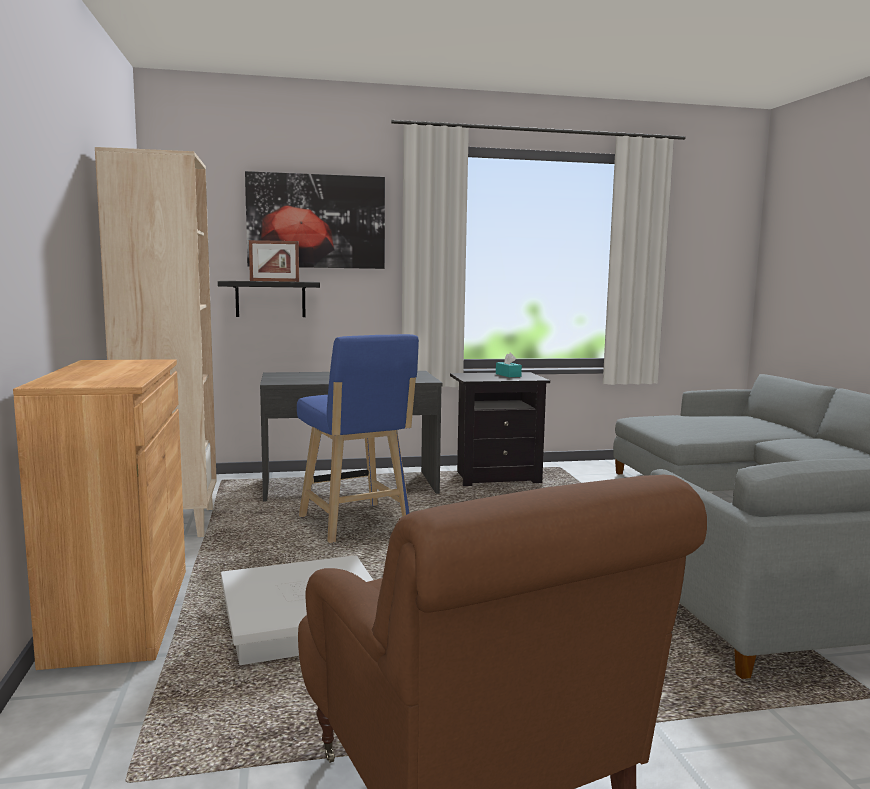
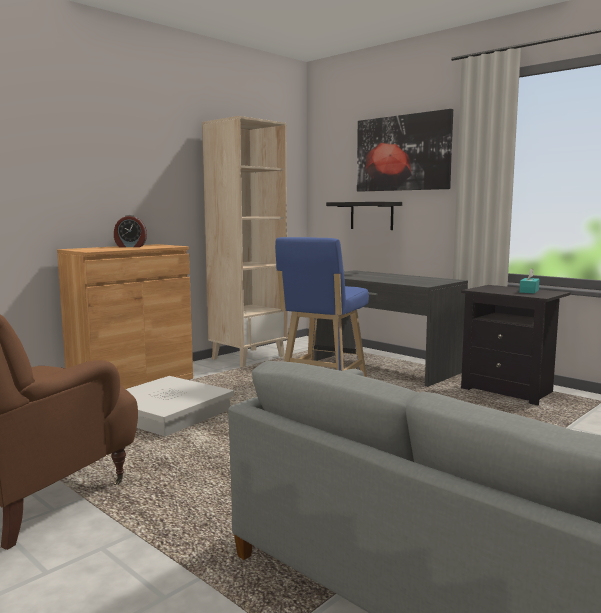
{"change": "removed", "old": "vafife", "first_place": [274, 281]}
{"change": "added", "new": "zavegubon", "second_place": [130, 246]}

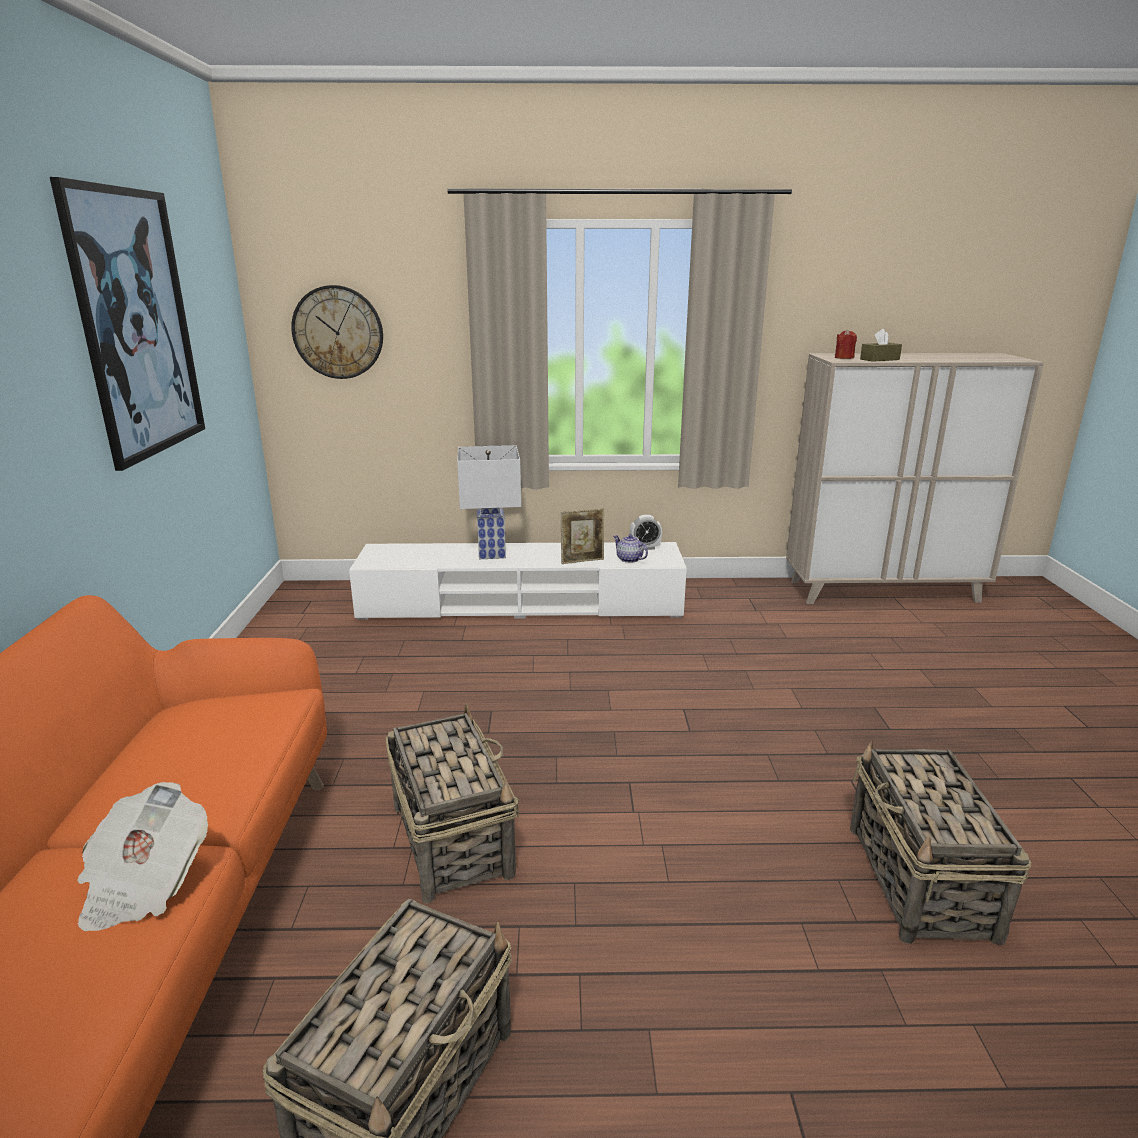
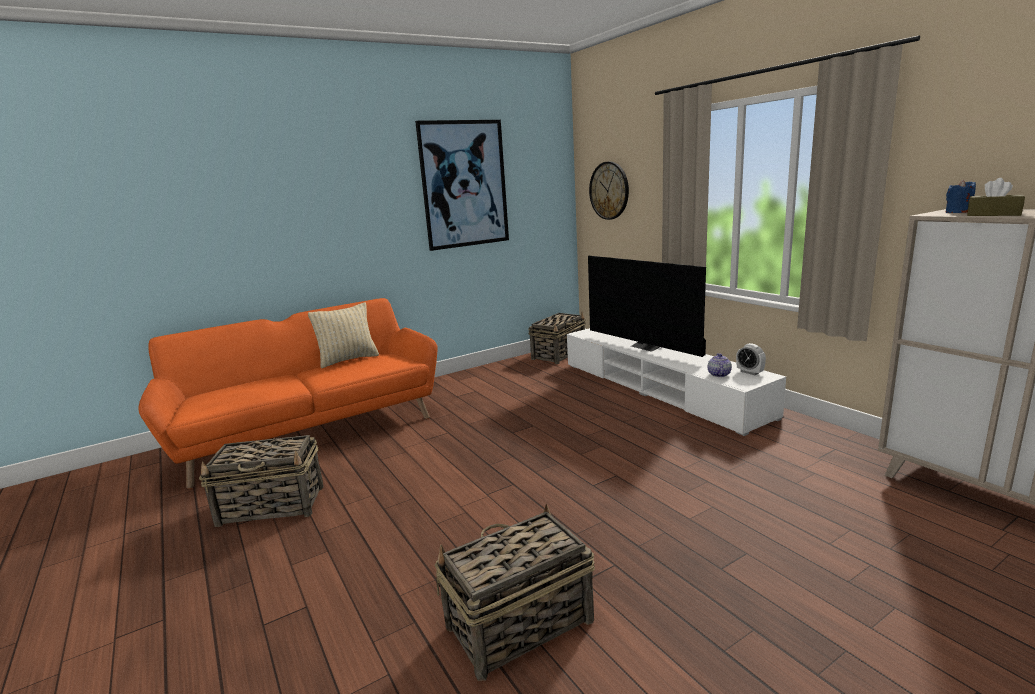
{"change": "removed", "old": "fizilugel", "first_place": [144, 883]}
{"change": "removed", "old": "vafife", "first_place": [582, 561]}
{"change": "added", "new": "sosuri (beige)", "second_place": [348, 360]}
{"change": "moved", "old": "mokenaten", "first_place": [451, 838], "second_place": [559, 354]}
{"change": "replaced", "old": "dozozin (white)", "new": "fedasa", "first_place": [492, 554], "second_place": [647, 346]}
{"change": "recoloured", "old": "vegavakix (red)", "new": "vegavakix (blue)", "first_place": [844, 357], "second_place": [958, 212]}

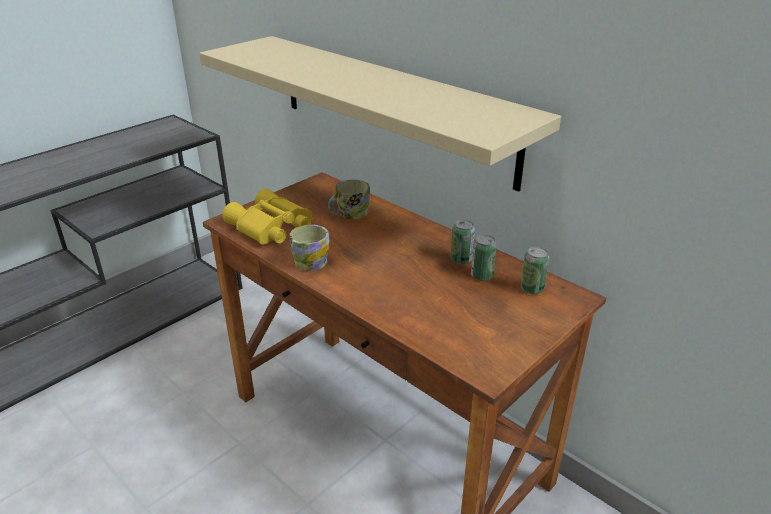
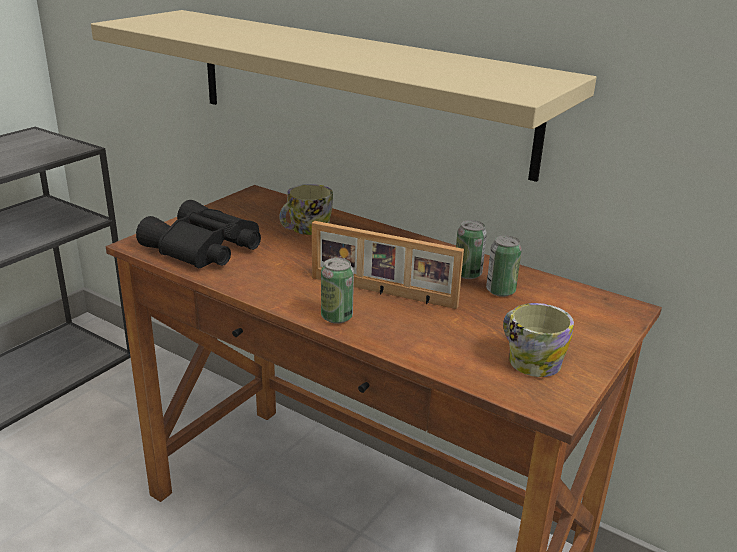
{"change": "added", "new": "vafife", "second_place": [382, 292]}
{"change": "moved", "old": "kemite", "first_place": [309, 260], "second_place": [528, 359]}
{"change": "moved", "old": "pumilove", "first_place": [532, 289], "second_place": [336, 317]}
{"change": "recoloured", "old": "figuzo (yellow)", "new": "figuzo (black)", "first_place": [270, 228], "second_place": [203, 249]}

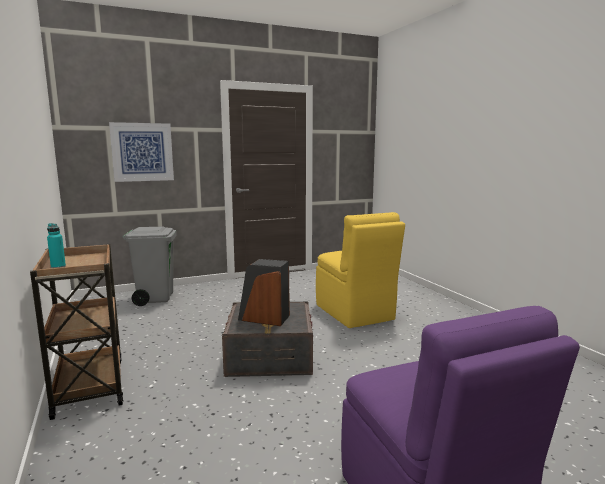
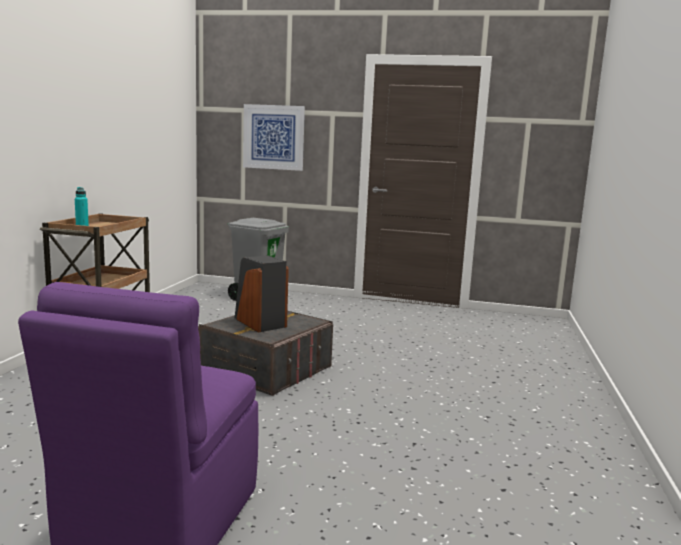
{"change": "removed", "old": "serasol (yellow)", "first_place": [355, 313]}

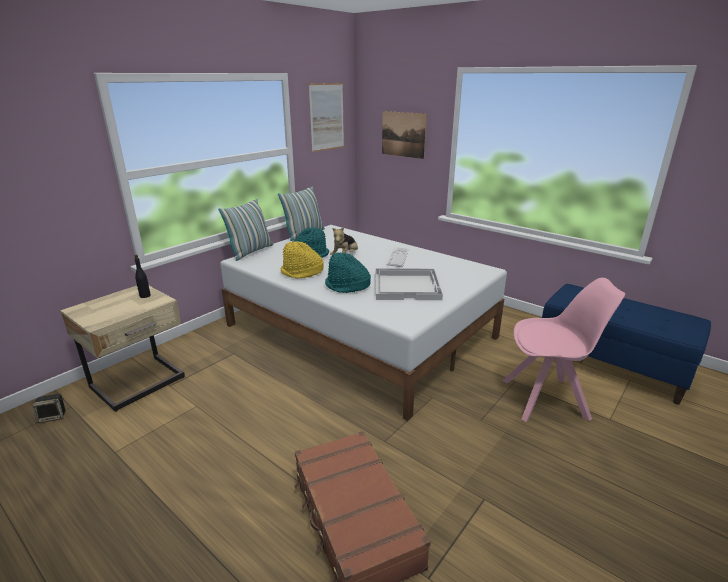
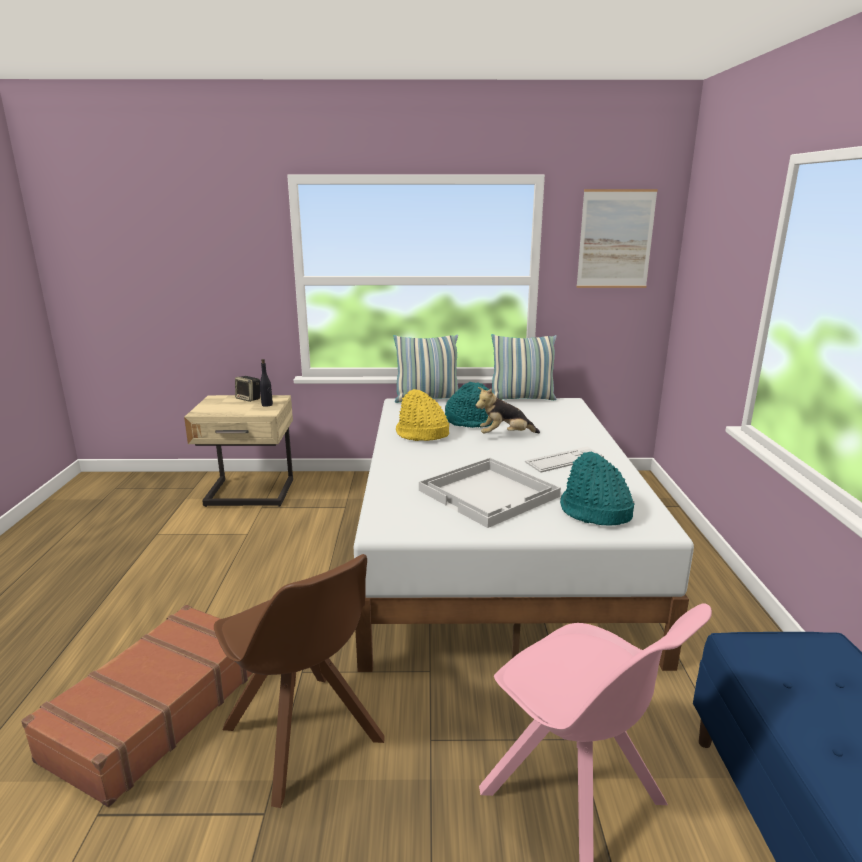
{"change": "removed", "old": "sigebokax", "first_place": [403, 134]}
{"change": "added", "new": "serasol (brown)", "second_place": [305, 737]}
{"change": "moved", "old": "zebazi", "first_place": [53, 416], "second_place": [249, 399]}
{"change": "moved", "old": "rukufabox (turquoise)", "first_place": [347, 286], "second_place": [594, 512]}

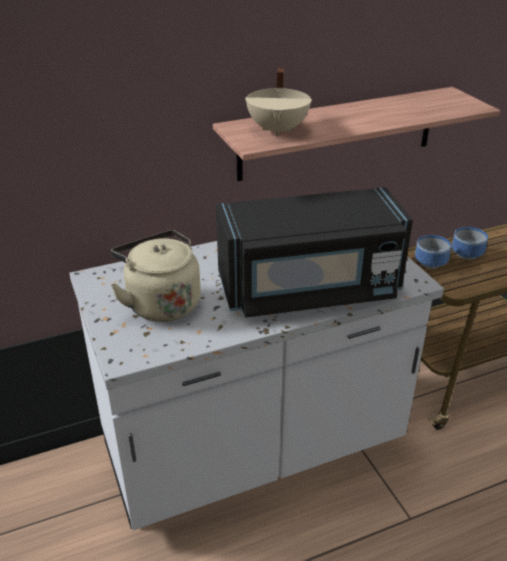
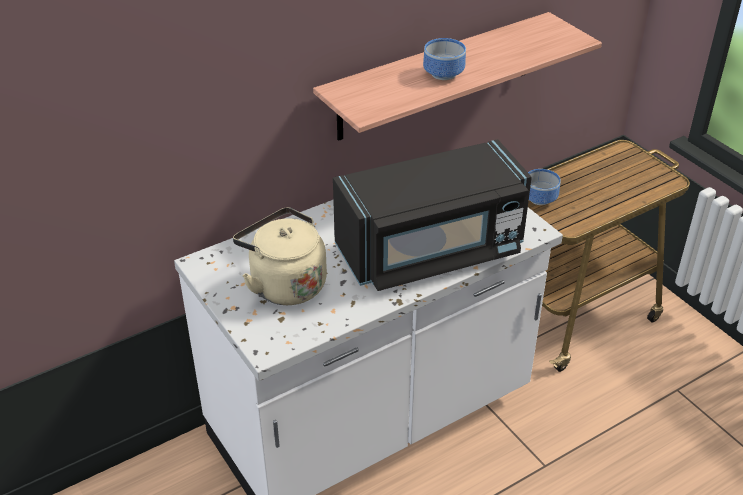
{"change": "removed", "old": "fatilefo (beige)", "first_place": [279, 130]}
{"change": "moved", "old": "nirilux", "first_place": [465, 254], "second_place": [441, 74]}

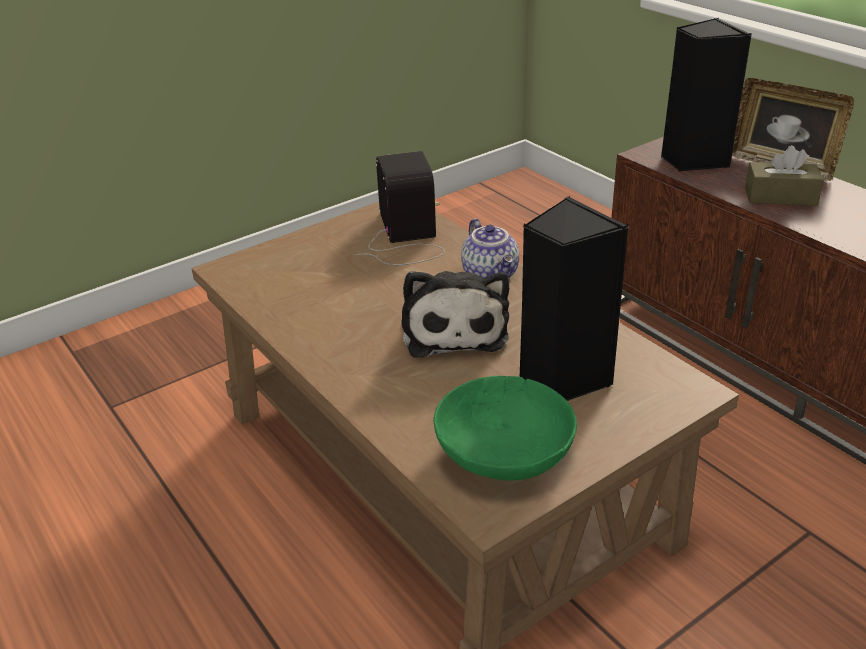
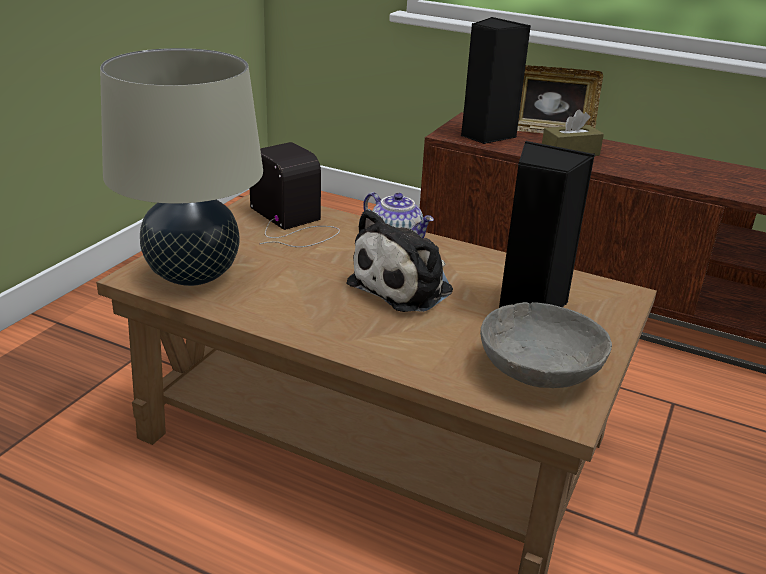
{"change": "added", "new": "dozozin (beige)", "second_place": [193, 274]}
{"change": "recoloured", "old": "nirilux (green)", "new": "nirilux (grey)", "first_place": [504, 454], "second_place": [538, 371]}
{"change": "turned", "old": "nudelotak", "first_place": [454, 329], "second_place": [405, 286], "degrees": 75}

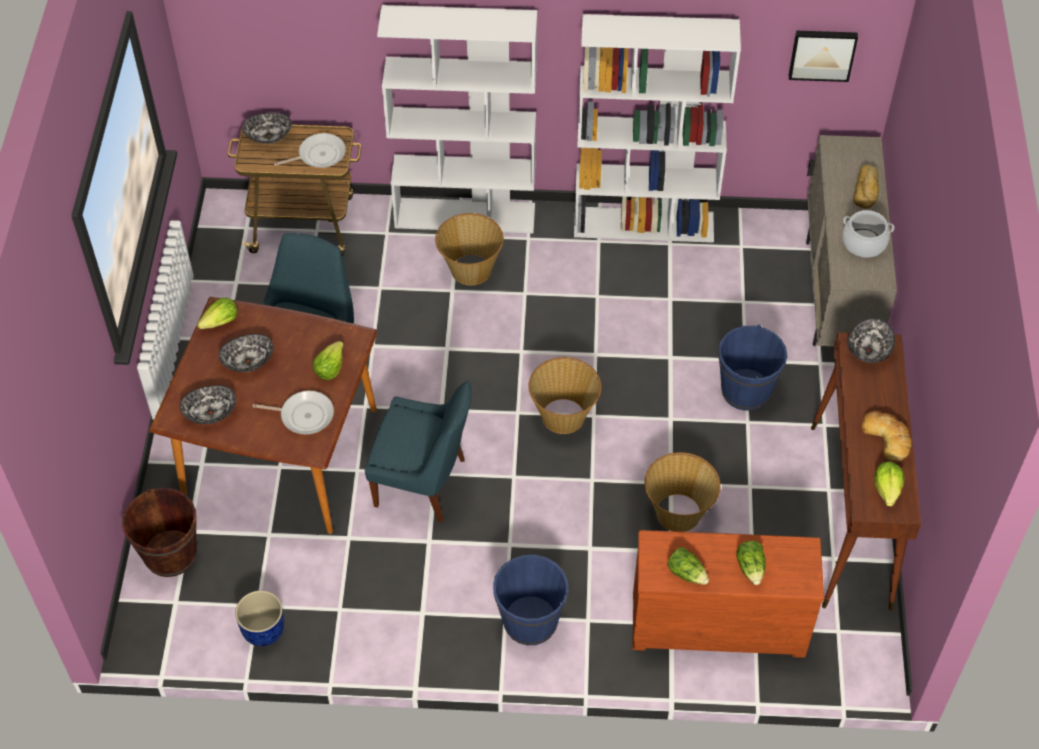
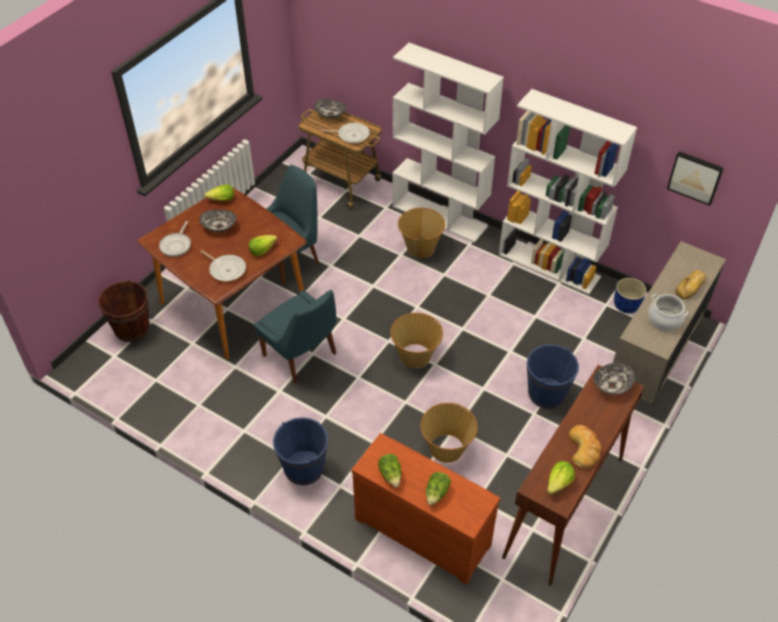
{"change": "moved", "old": "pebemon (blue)", "first_place": [263, 630], "second_place": [626, 305]}
{"change": "replaced", "old": "nirilux", "new": "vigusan", "first_place": [210, 412], "second_place": [176, 245]}

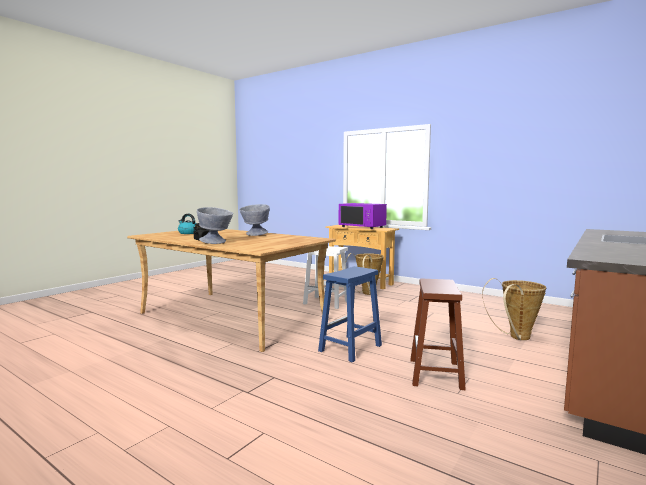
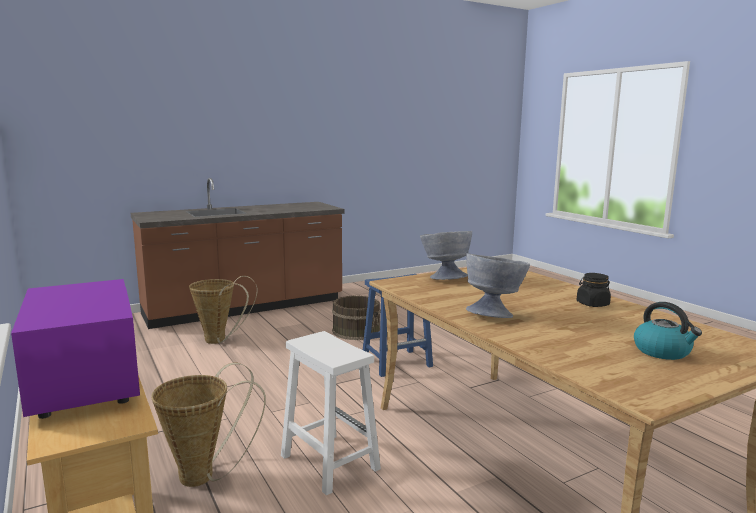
{"change": "moved", "old": "nirilux (grey)", "first_place": [216, 243], "second_place": [444, 278]}
{"change": "replaced", "old": "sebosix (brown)", "new": "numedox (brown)", "first_place": [436, 374], "second_place": [356, 331]}

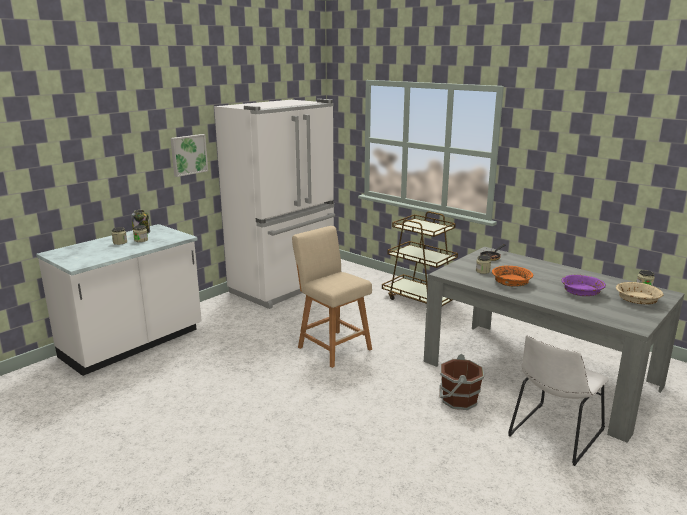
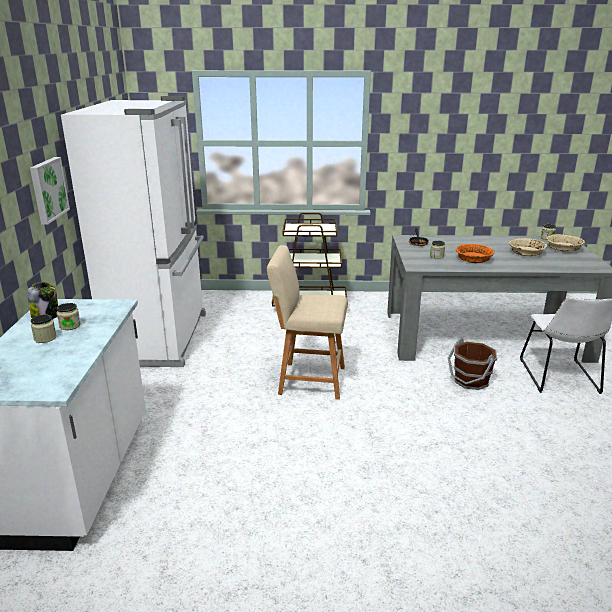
{"change": "recoloured", "old": "nirilux (purple)", "new": "nirilux (beige)", "first_place": [581, 292], "second_place": [526, 253]}

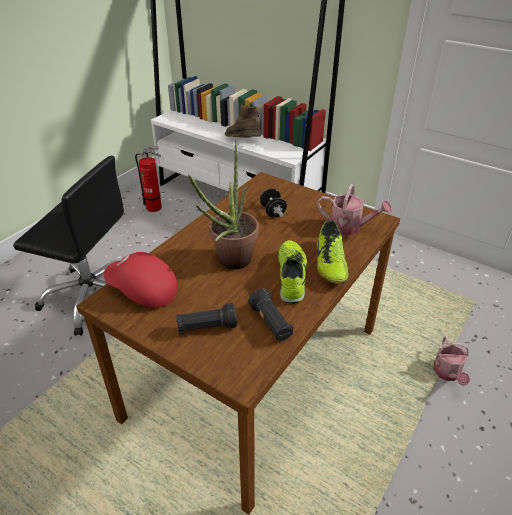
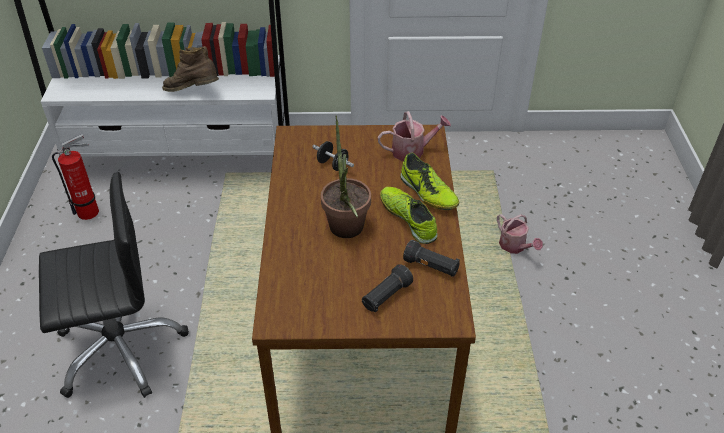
{"change": "removed", "old": "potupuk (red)", "first_place": [142, 291]}

